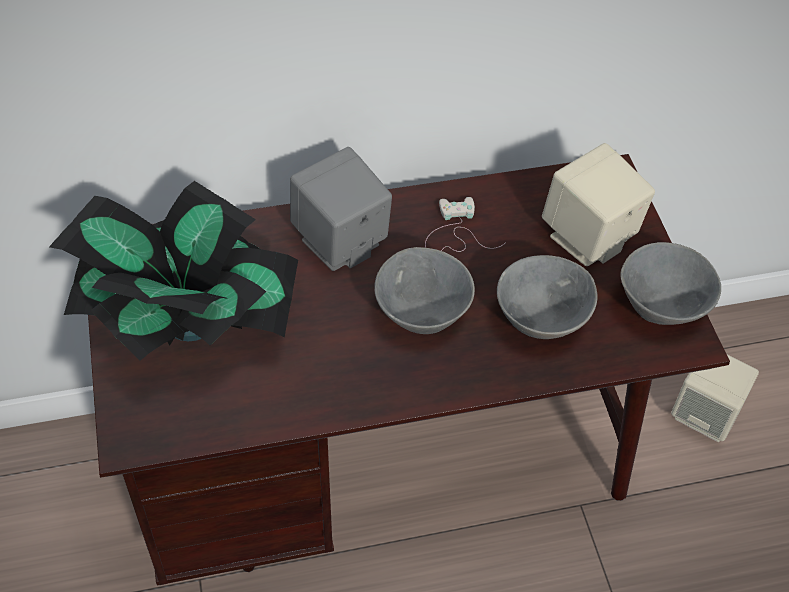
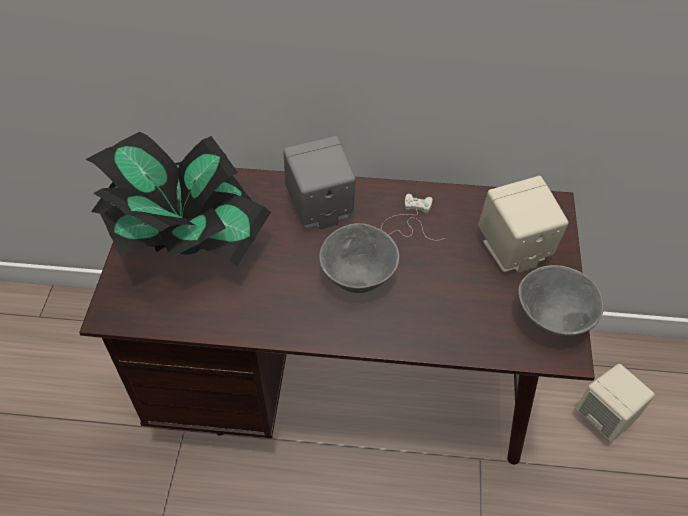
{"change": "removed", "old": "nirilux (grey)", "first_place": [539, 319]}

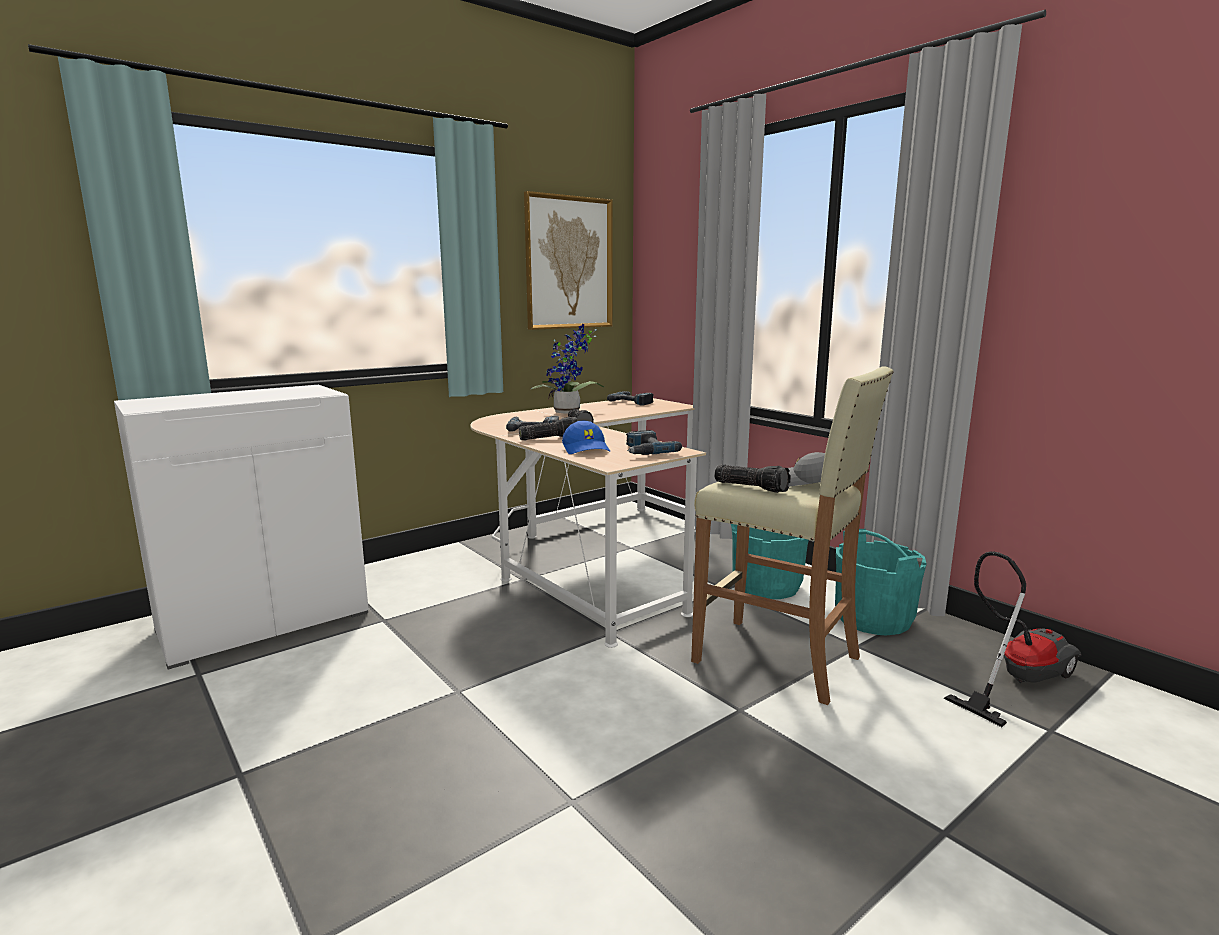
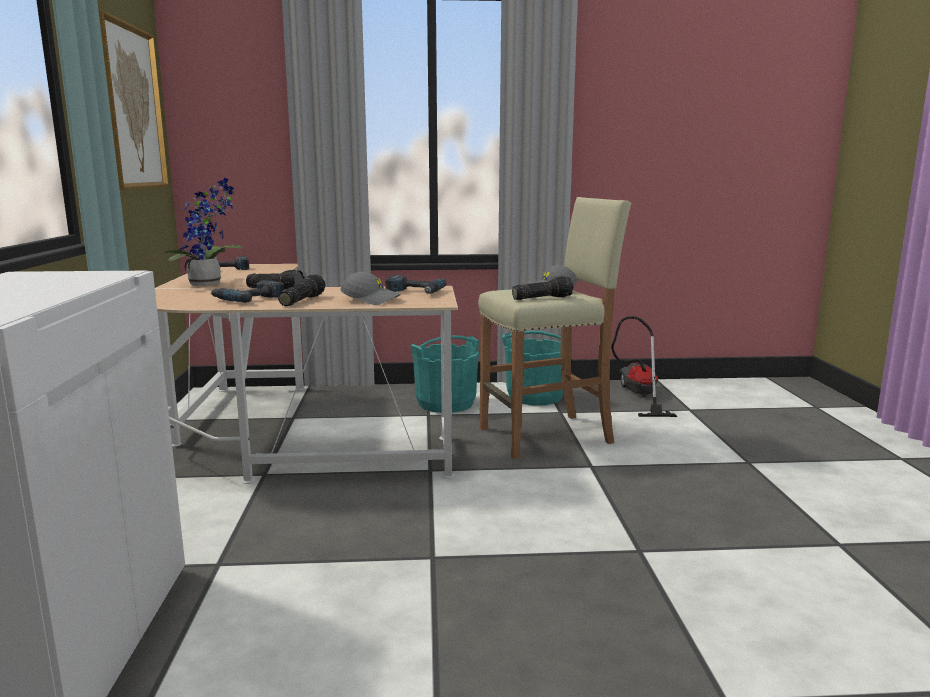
{"change": "recoloured", "old": "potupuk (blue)", "new": "potupuk (grey)", "first_place": [586, 449], "second_place": [371, 300]}

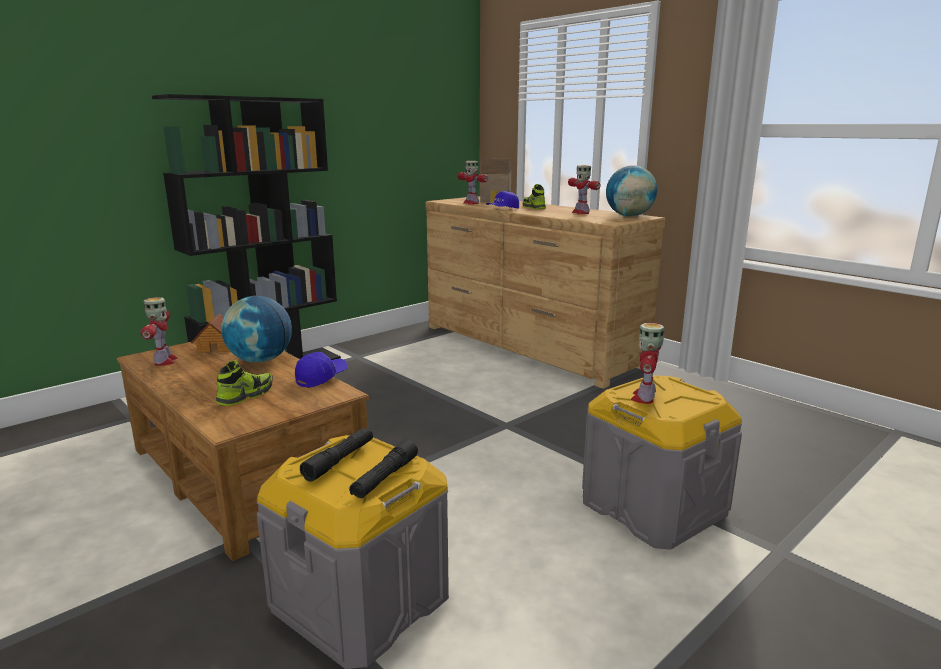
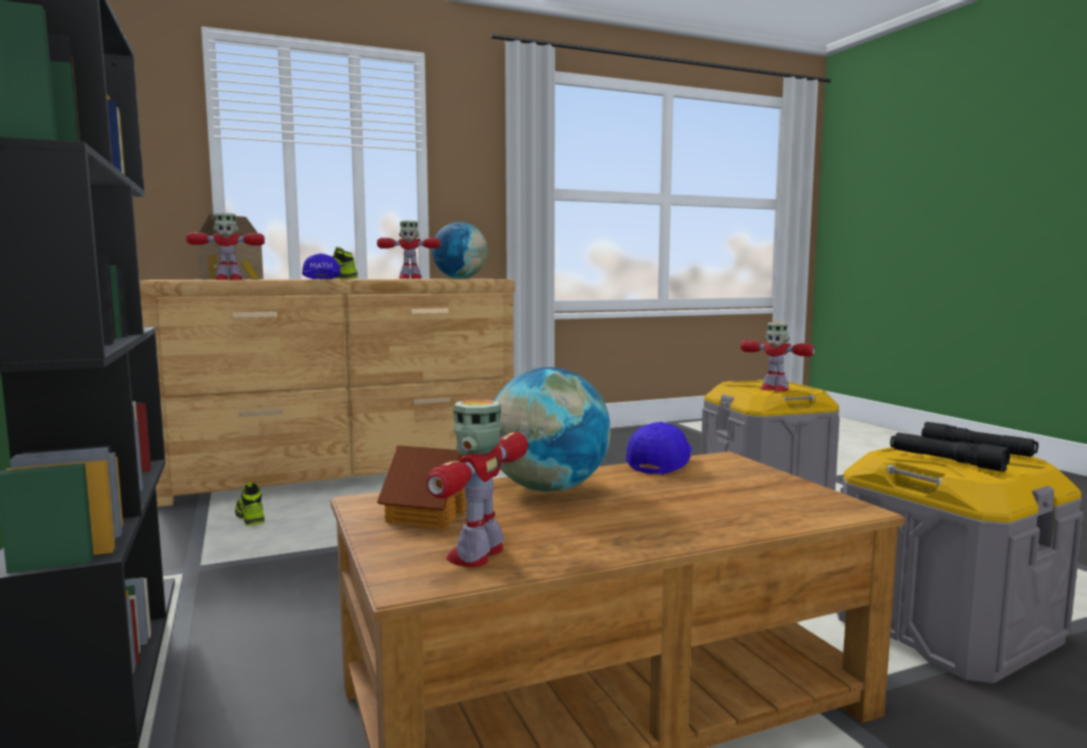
{"change": "moved", "old": "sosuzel", "first_place": [246, 395], "second_place": [250, 517]}
{"change": "turned", "old": "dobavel", "first_place": [164, 361], "second_place": [478, 554], "degrees": -75}
{"change": "turned", "old": "potupuk (blue)", "first_place": [321, 378], "second_place": [660, 463], "degrees": 60}

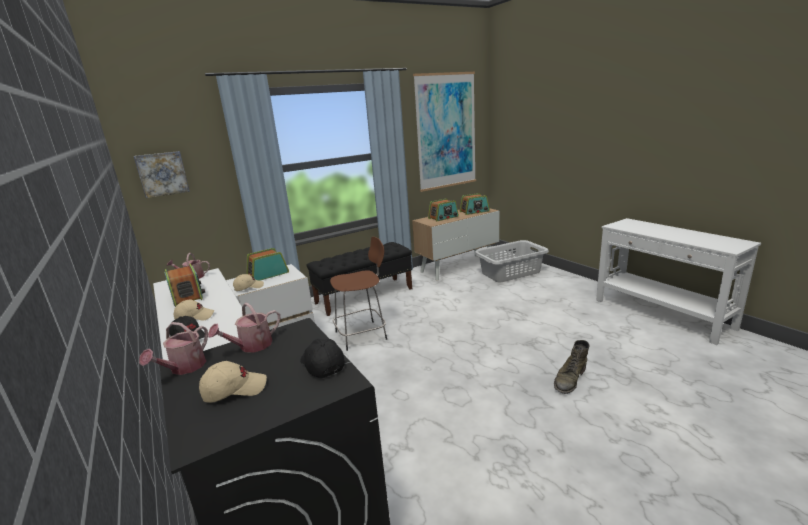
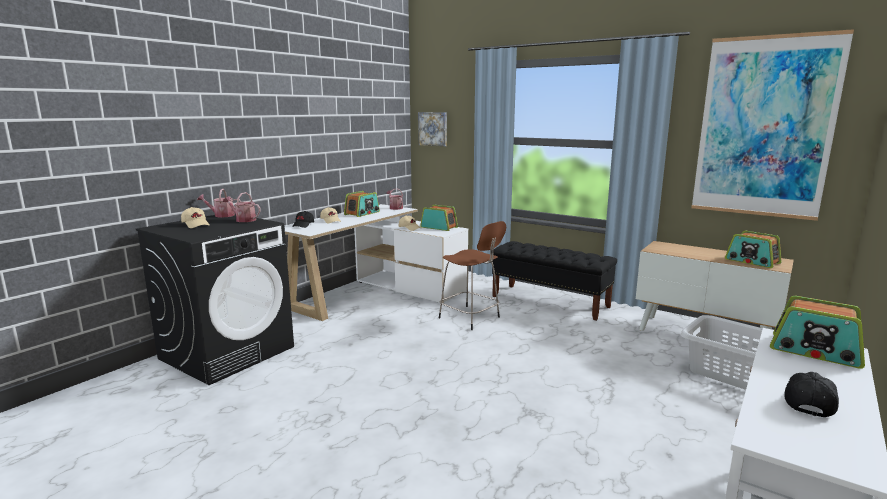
{"change": "removed", "old": "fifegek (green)", "first_place": [569, 379]}
{"change": "moved", "old": "potupuk (black)", "first_place": [321, 364], "second_place": [808, 402]}
{"change": "moved", "old": "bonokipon", "first_place": [443, 217], "second_place": [815, 351]}

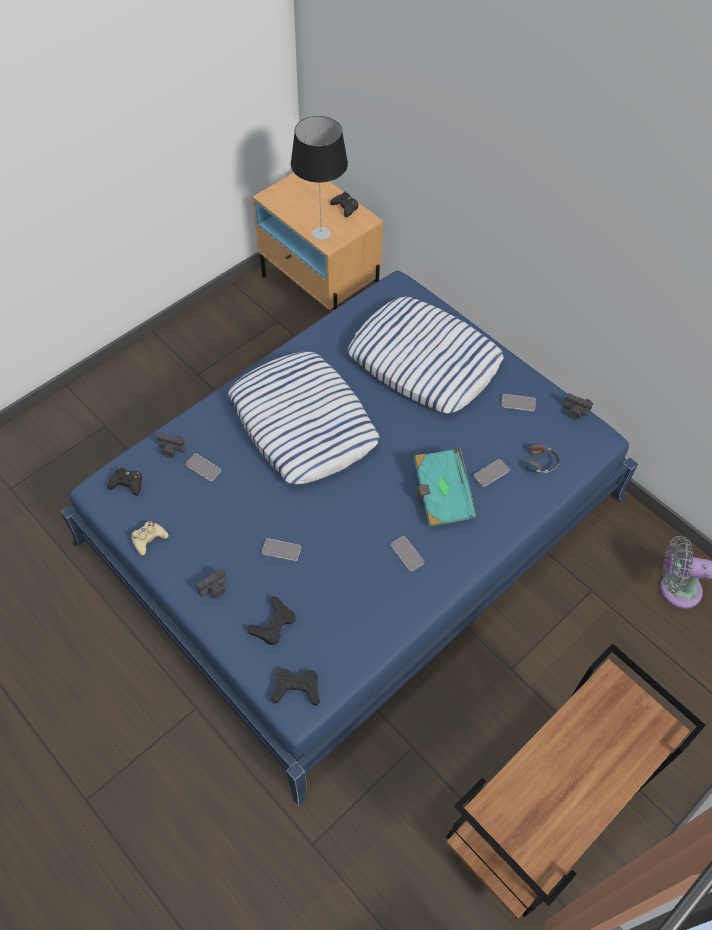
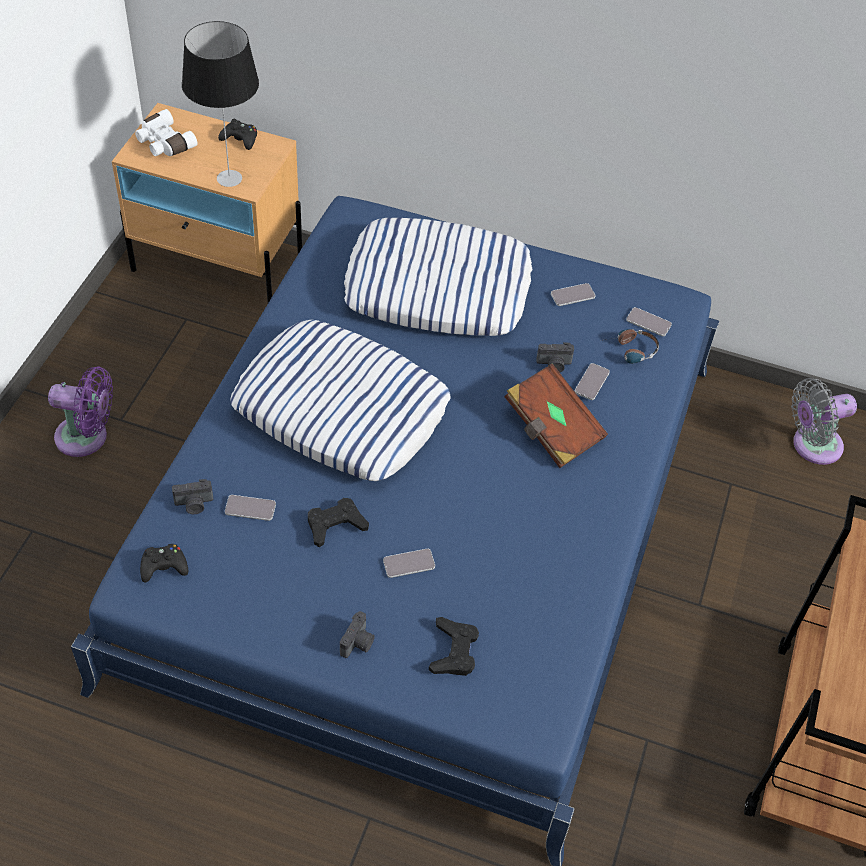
{"change": "removed", "old": "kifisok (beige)", "first_place": [149, 539]}
{"change": "added", "new": "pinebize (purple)", "second_place": [87, 437]}
{"change": "added", "new": "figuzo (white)", "second_place": [164, 143]}
{"change": "moved", "old": "kifisok (black)", "first_place": [296, 688], "second_place": [335, 525]}
{"change": "moved", "old": "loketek", "first_place": [407, 554], "second_place": [648, 322]}
{"change": "moved", "old": "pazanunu", "first_place": [574, 412], "second_place": [554, 365]}
{"change": "recoloured", "old": "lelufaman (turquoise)", "new": "lelufaman (brown)", "first_place": [441, 496], "second_place": [552, 429]}

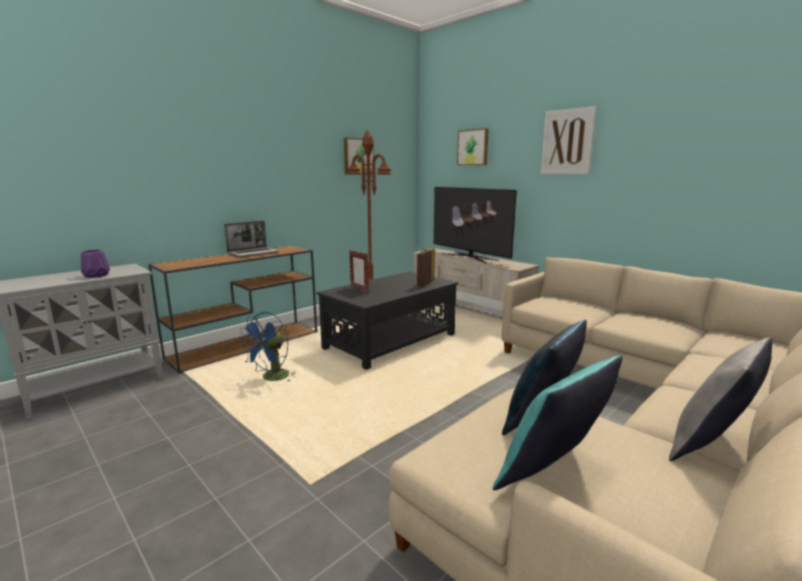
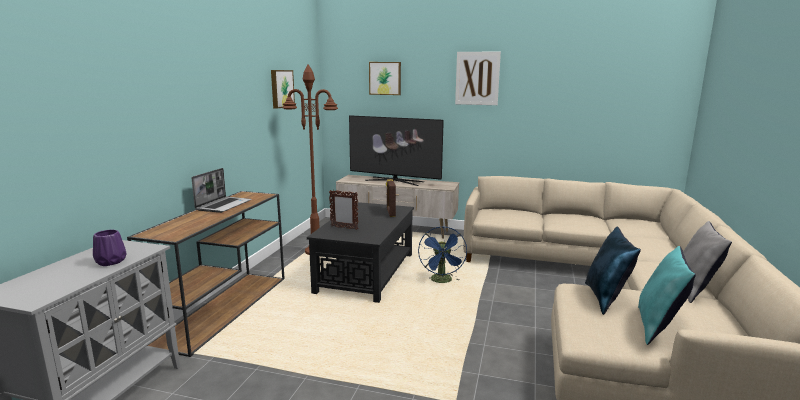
{"change": "moved", "old": "pinebize (blue)", "first_place": [272, 378], "second_place": [442, 281]}

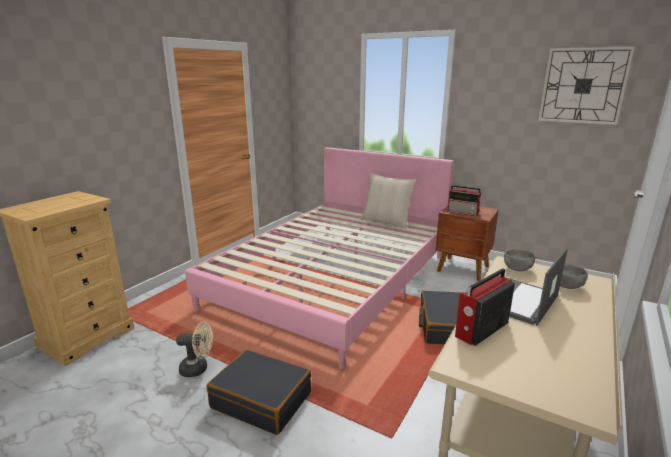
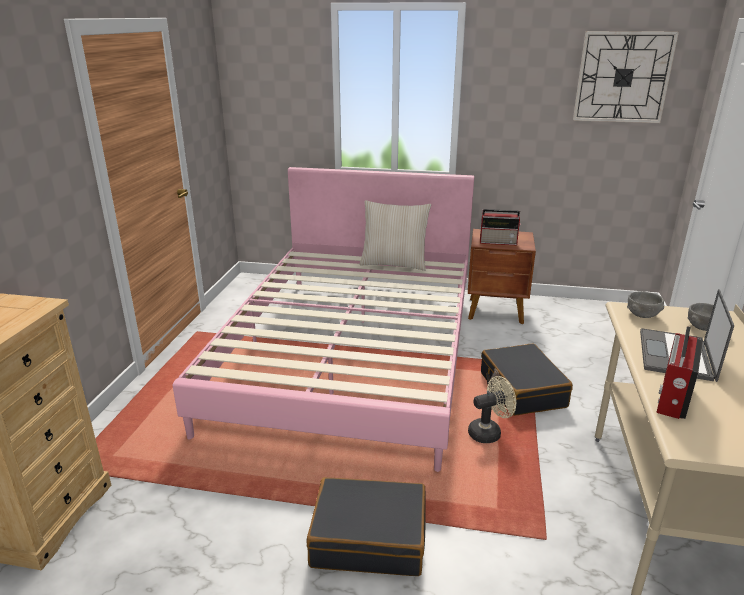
{"change": "moved", "old": "pinebize (beige)", "first_place": [198, 368], "second_place": [489, 432]}

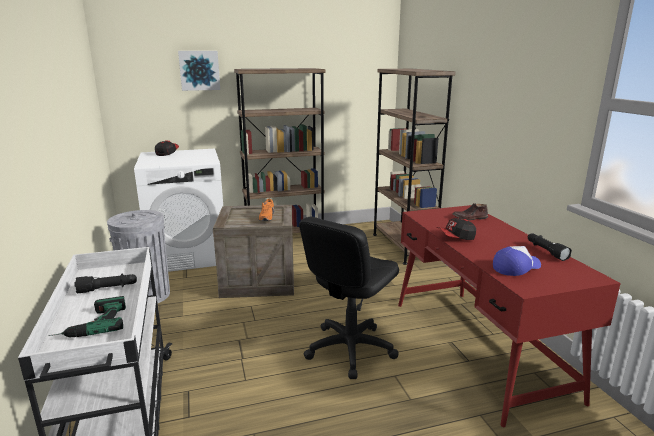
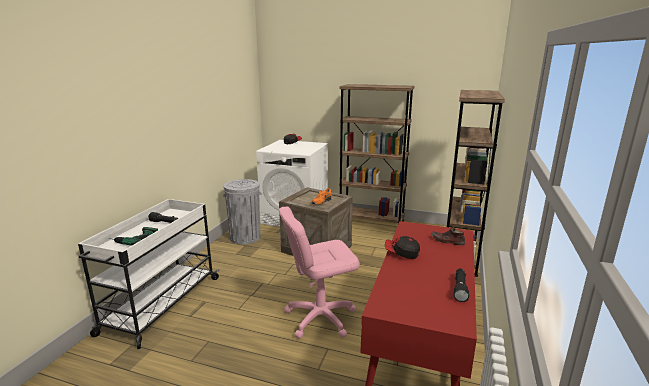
{"change": "removed", "old": "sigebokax", "first_place": [199, 70]}
{"change": "removed", "old": "potupuk", "first_place": [516, 267]}
{"change": "recoloured", "old": "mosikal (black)", "new": "mosikal (pink)", "first_place": [350, 349], "second_place": [320, 317]}

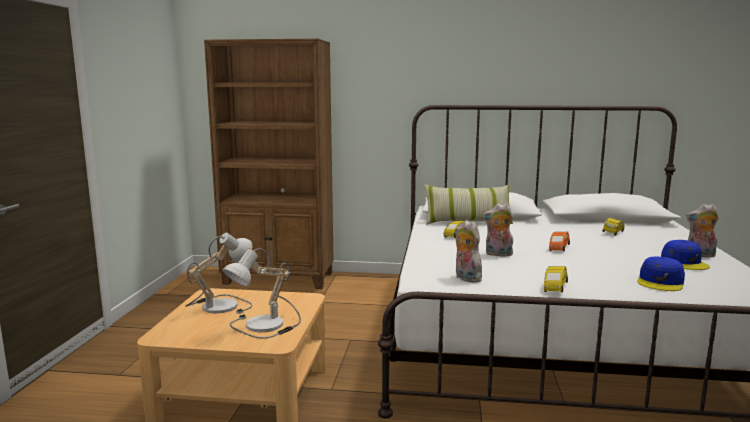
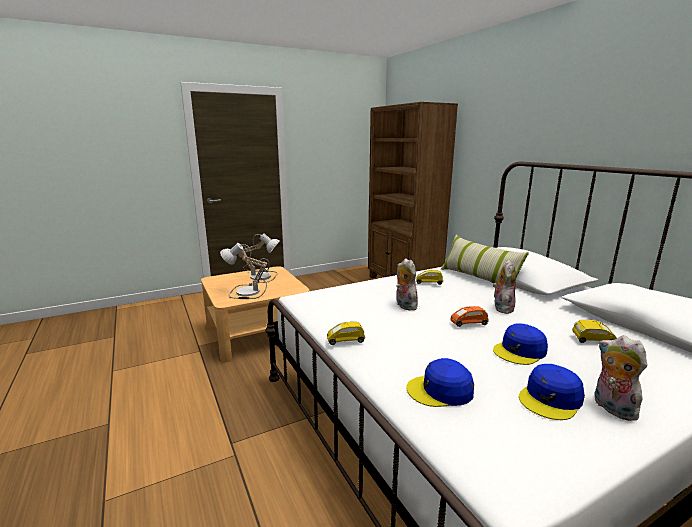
{"change": "added", "new": "potupuk (blue)", "second_place": [520, 351]}
{"change": "moved", "old": "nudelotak", "first_place": [465, 278], "second_place": [502, 308]}

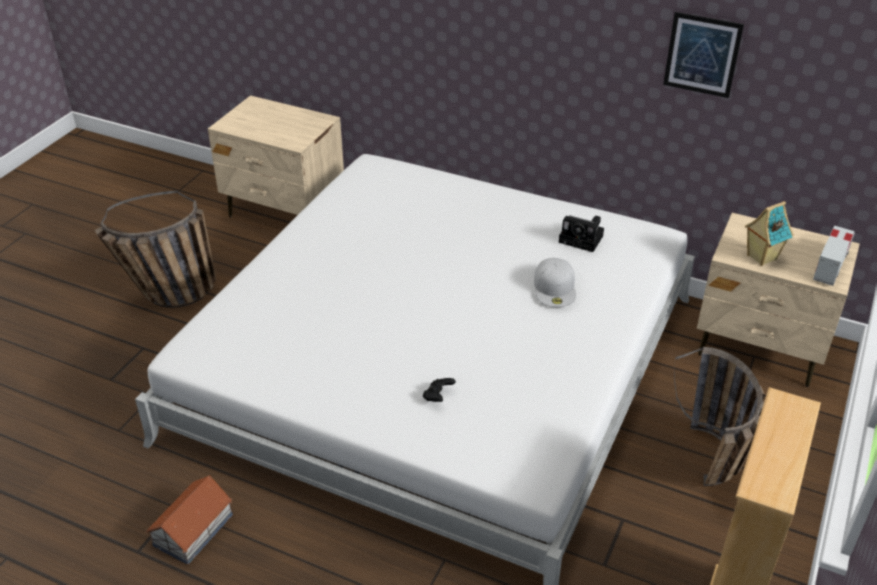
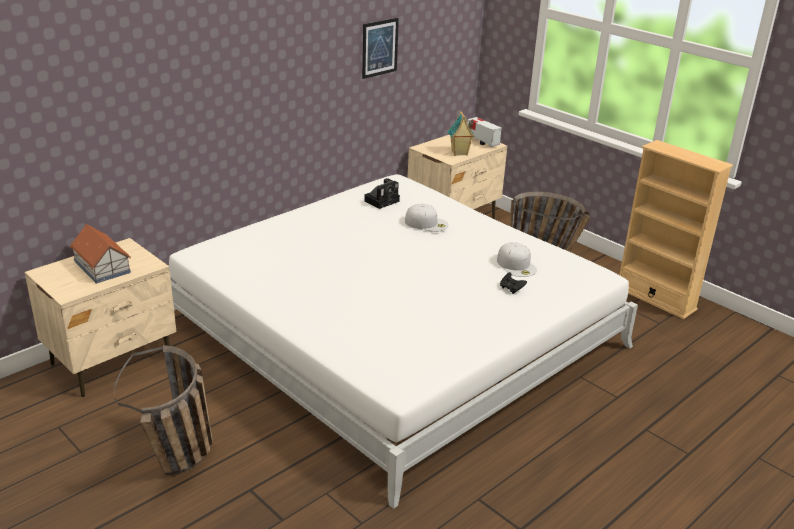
{"change": "added", "new": "potupuk (white)", "second_place": [517, 265]}
{"change": "moved", "old": "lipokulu", "first_place": [194, 529], "second_place": [102, 266]}

